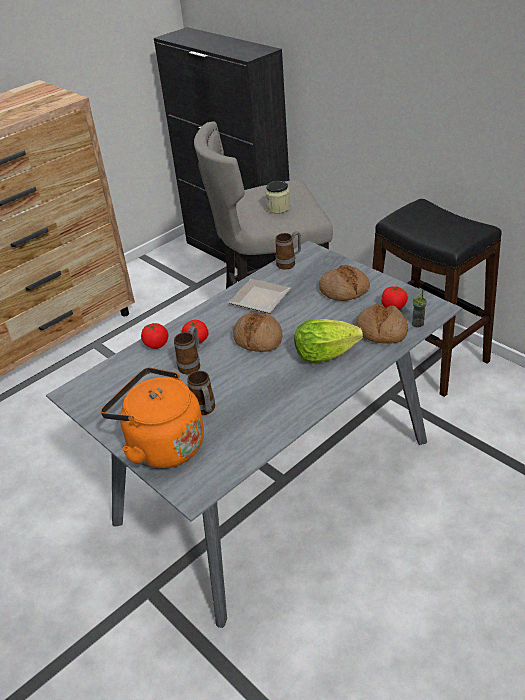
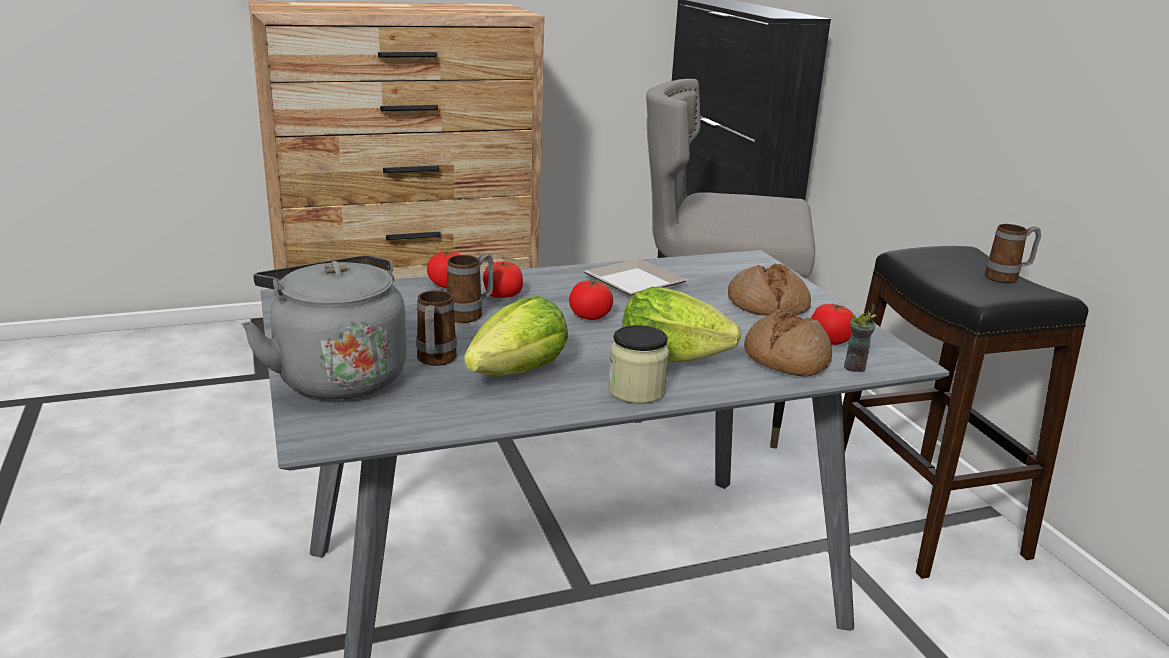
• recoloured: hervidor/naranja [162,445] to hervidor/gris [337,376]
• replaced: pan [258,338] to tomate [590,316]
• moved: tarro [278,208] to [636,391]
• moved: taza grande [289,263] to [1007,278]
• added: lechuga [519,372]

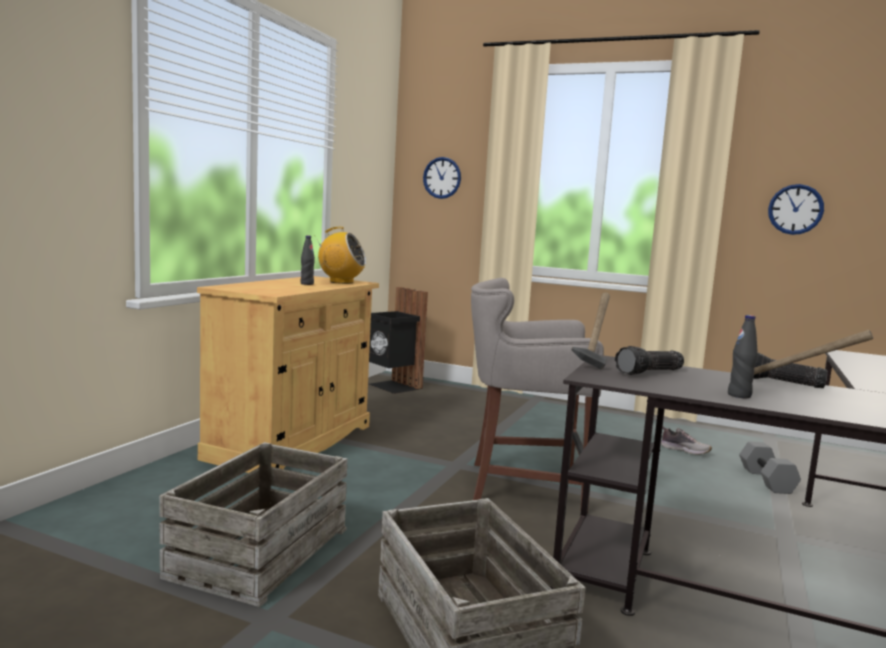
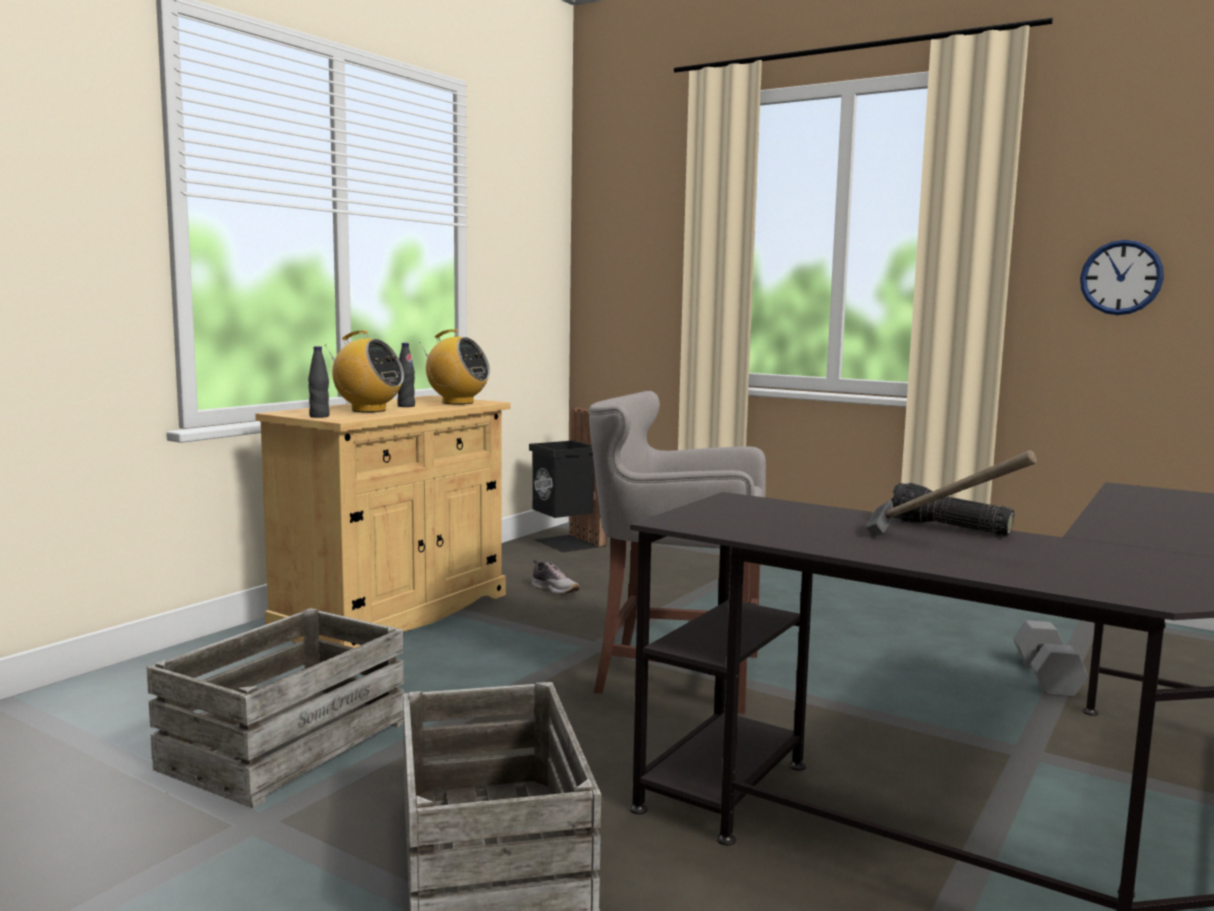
• removed: reloj de pared [442,178]
• removed: martillo [592,361]
• removed: linterna [650,372]
• moved: zapato [684,450] to [555,590]
• moved: botella/negro [739,395] to [319,416]
• added: radio [368,410]

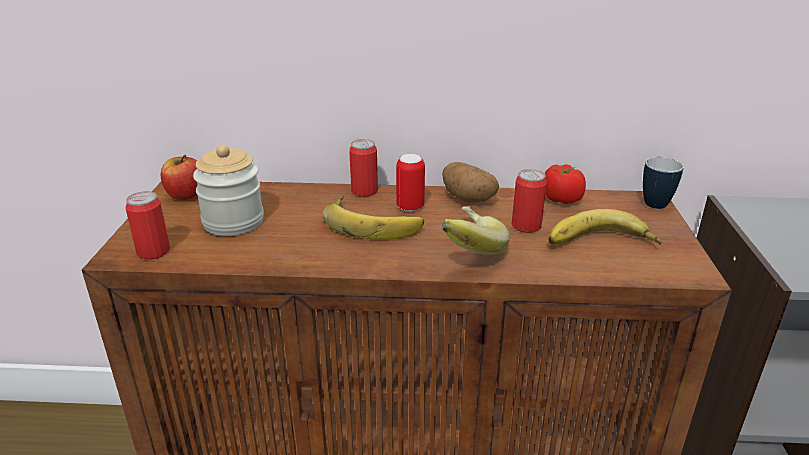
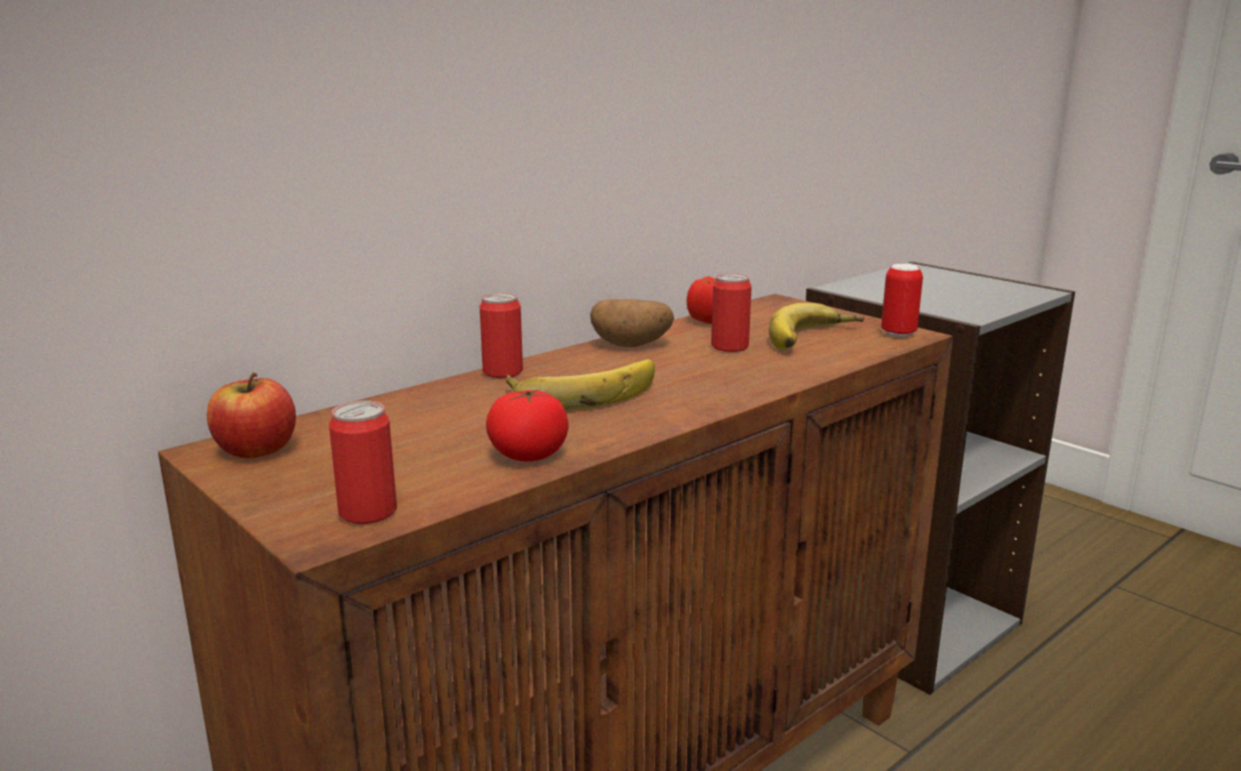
• removed: tarro [233,222]
• moved: lata [410,207] to [898,333]
• removed: plátano [466,250]
• removed: taza grande [653,201]
• added: tomate [528,455]

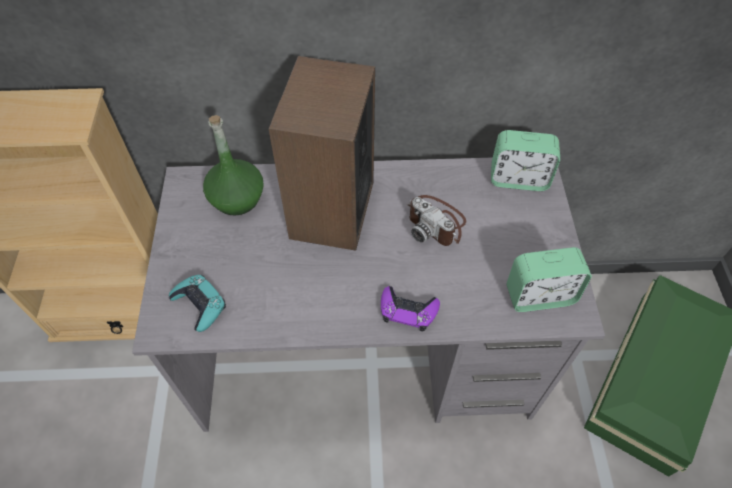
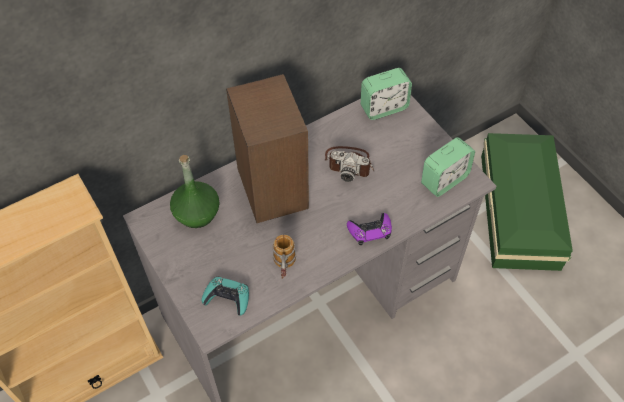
• added: taza grande [284,268]

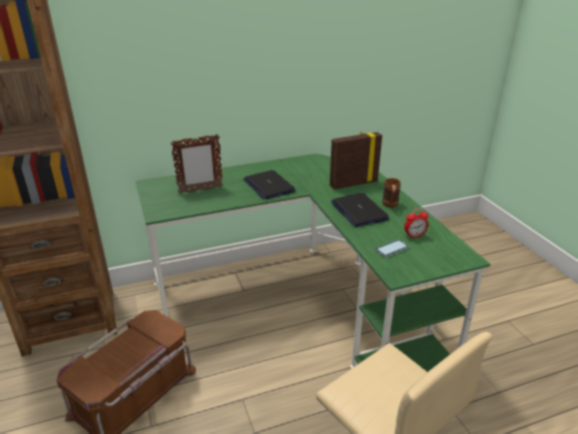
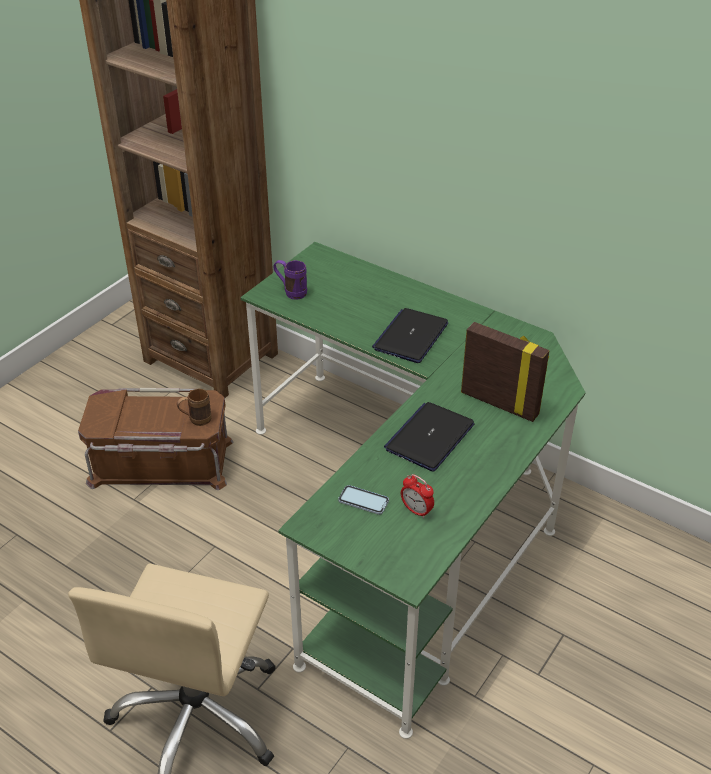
• removed: portarretratos [200,190]
• moved: taza grande/marrón [390,205] to [195,420]
• added: taza grande/morado [291,292]

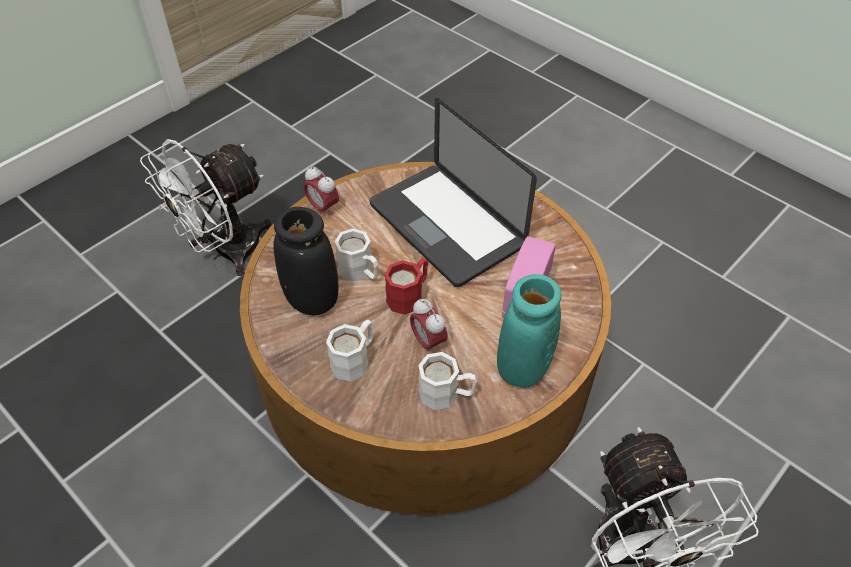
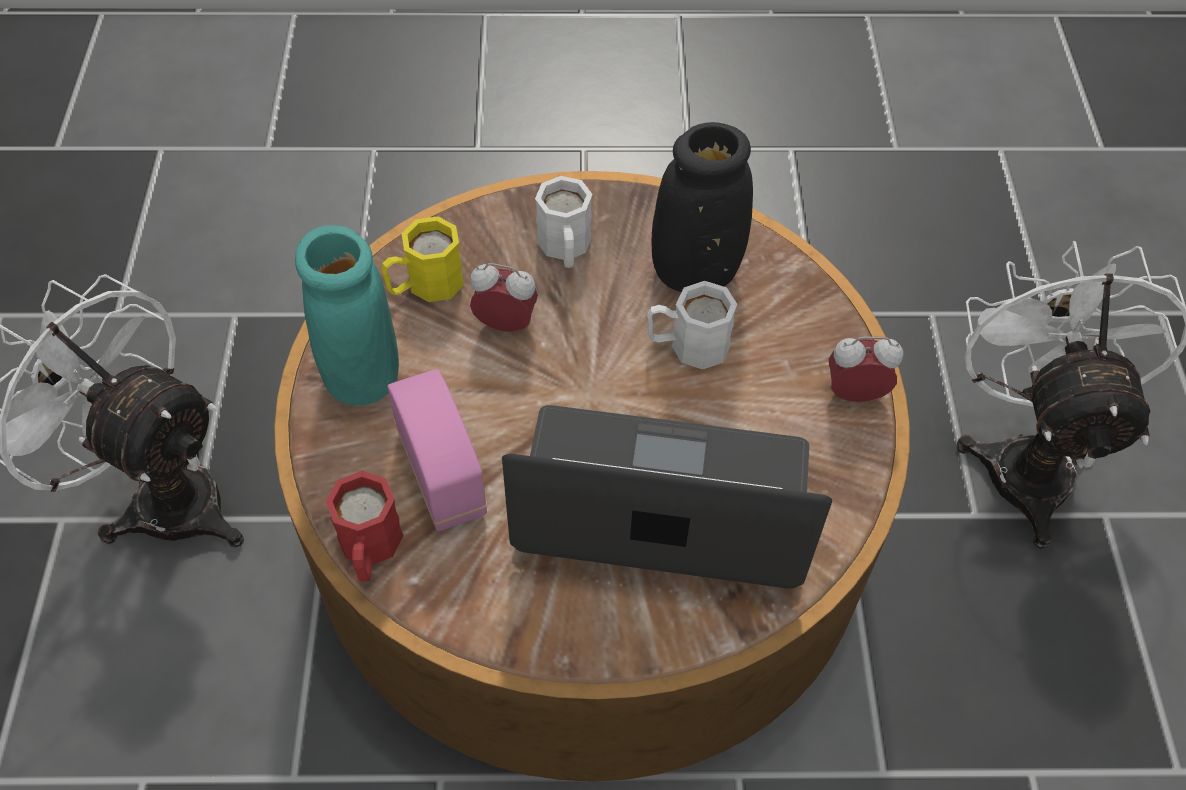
• moved: taza grande/rojo [409,295] to [369,550]
• recoloured: taza grande/blanco [446,394] to taza grande/amarillo [425,285]

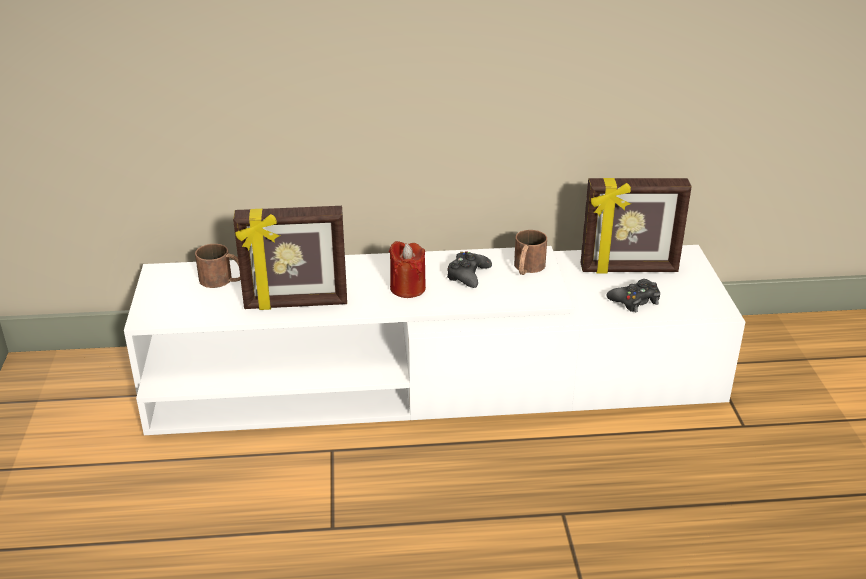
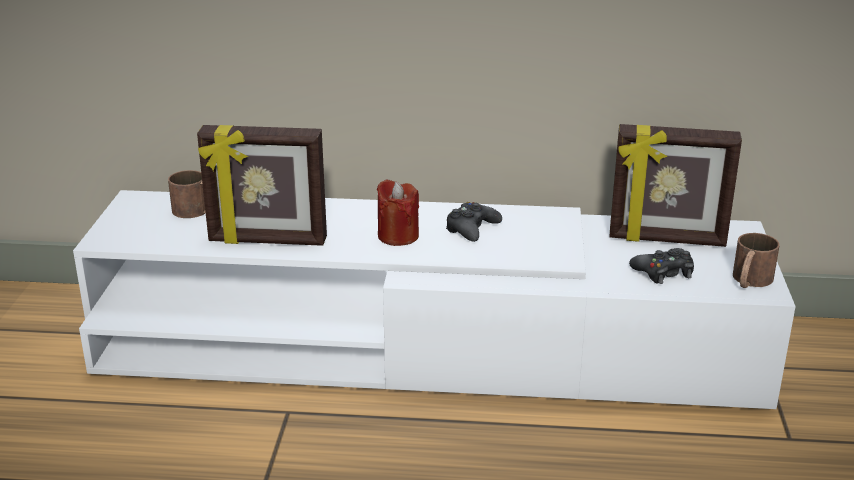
• moved: taza grande/marrón [527,268] to [749,281]

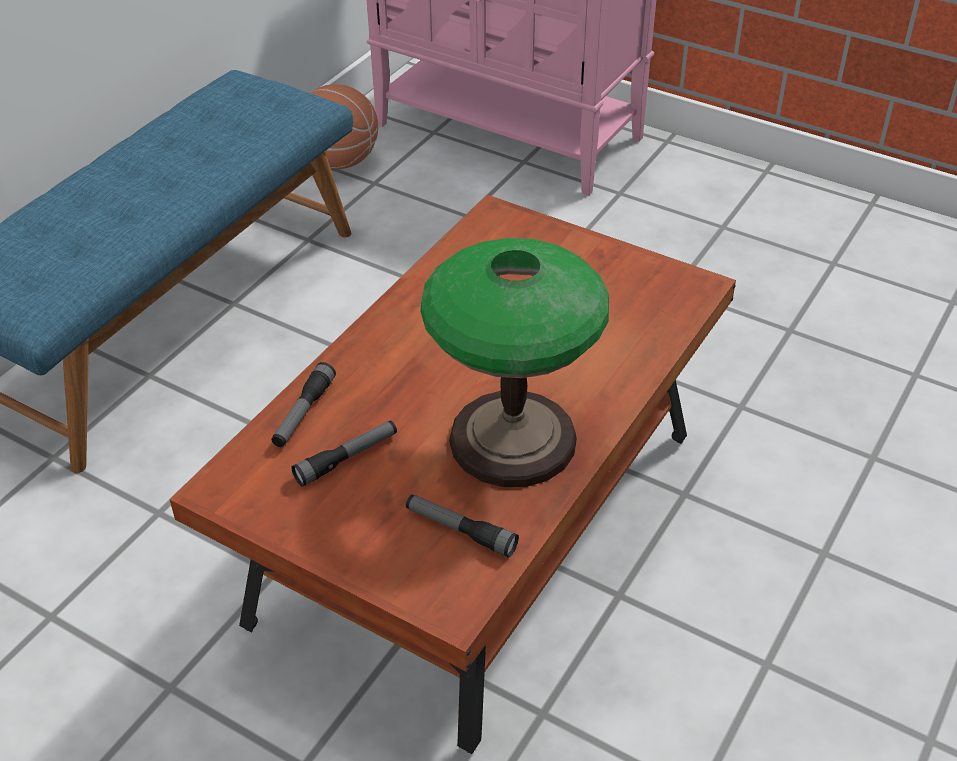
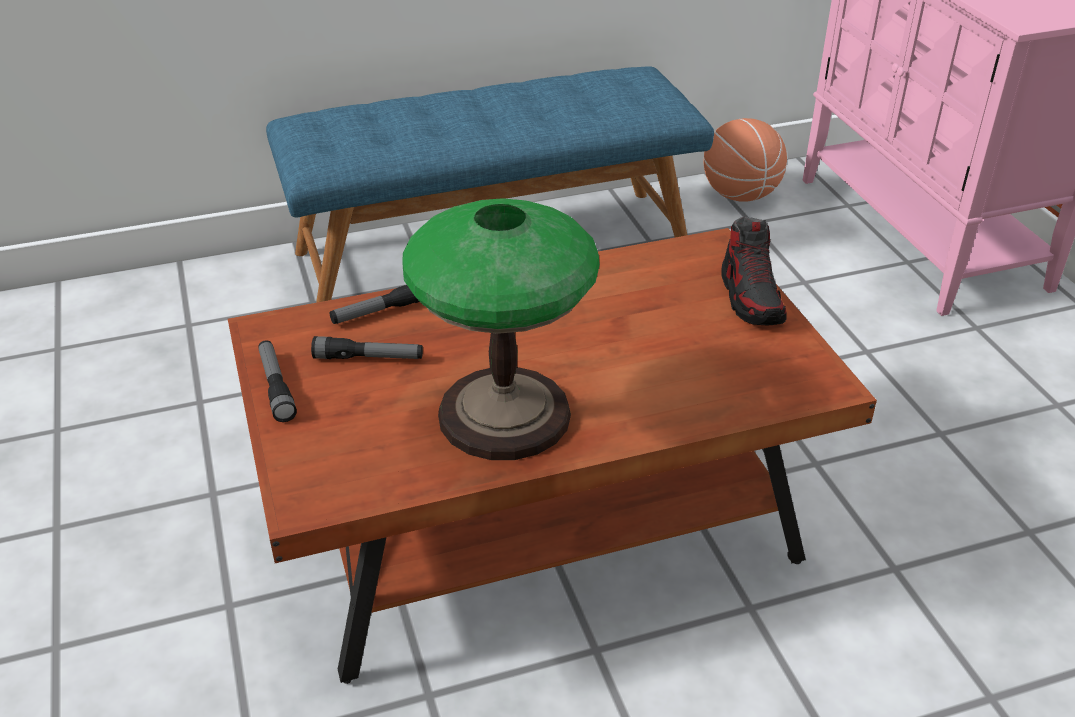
• moved: linterna [460,531] to [276,387]
• added: zapato [751,297]

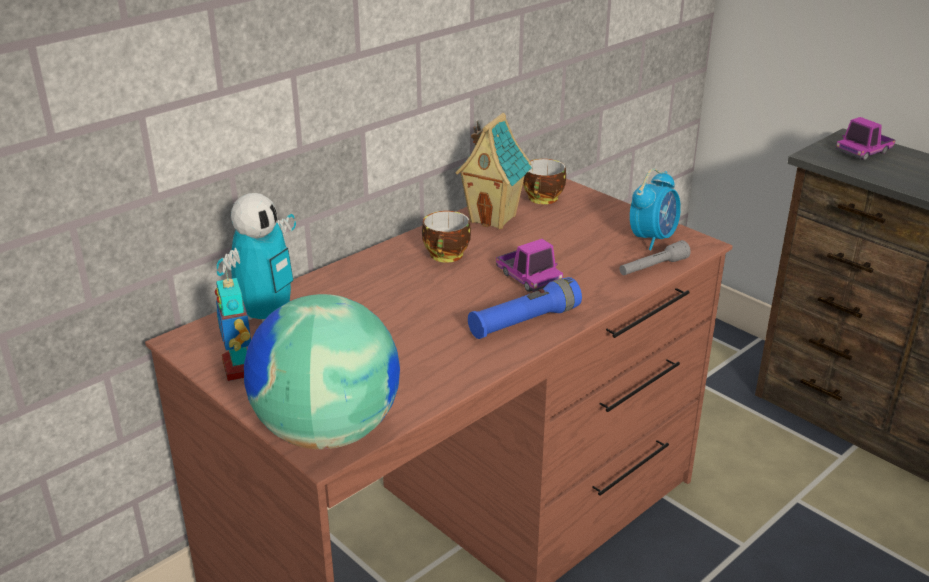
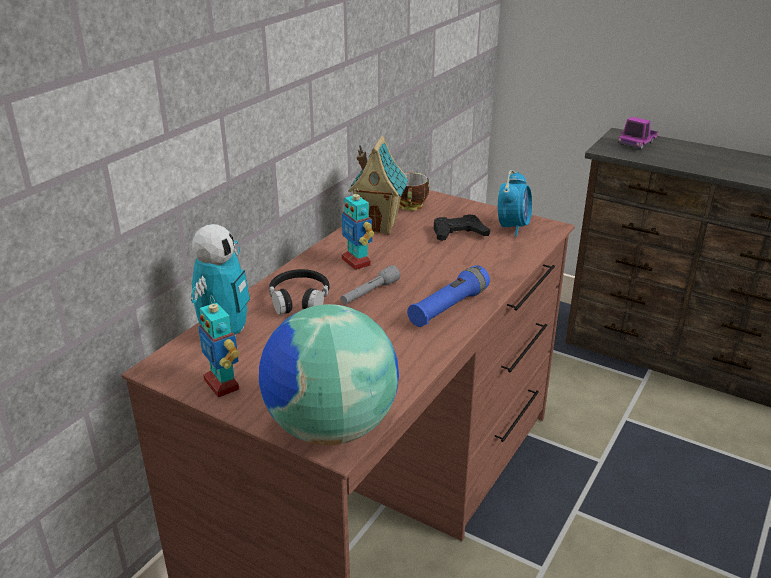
• replaced: taza [447,256] to robot de juguete [356,262]
• removed: camión de juguete [528,278]
• moved: linterna/gris [653,268] to [369,293]
• added: auriculares/negro [299,300]
• added: mando de consola/negro [458,233]

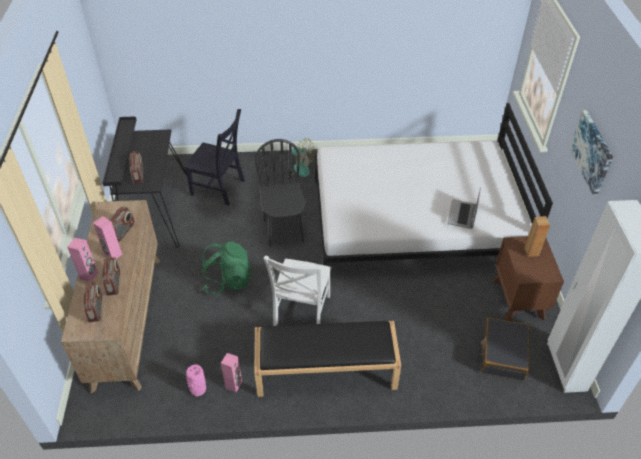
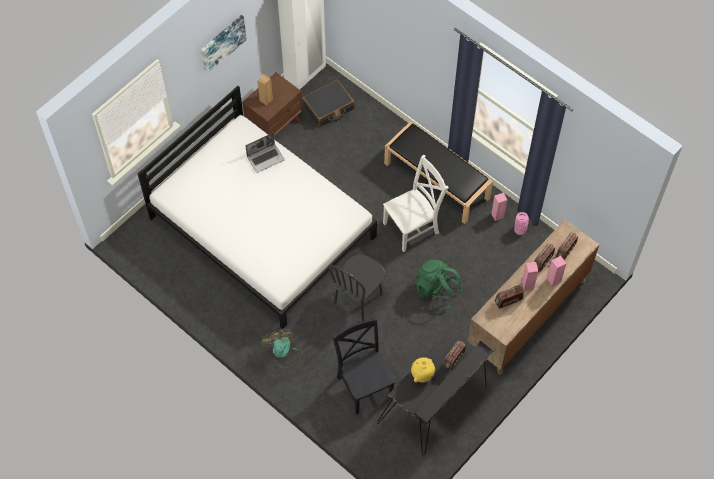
• added: florero/amarillo [422,375]

